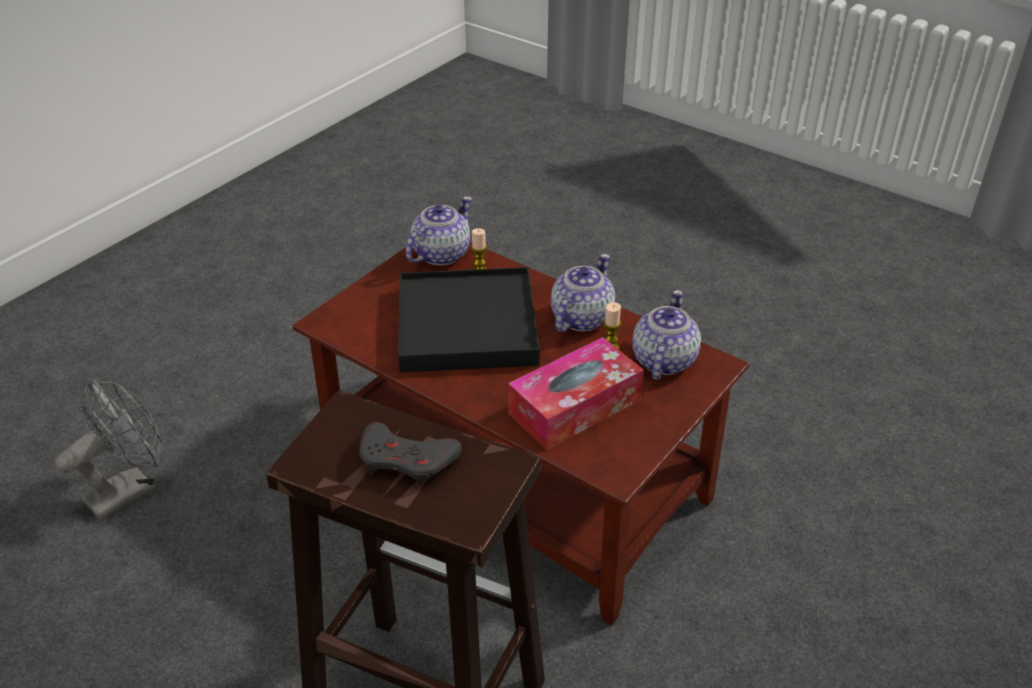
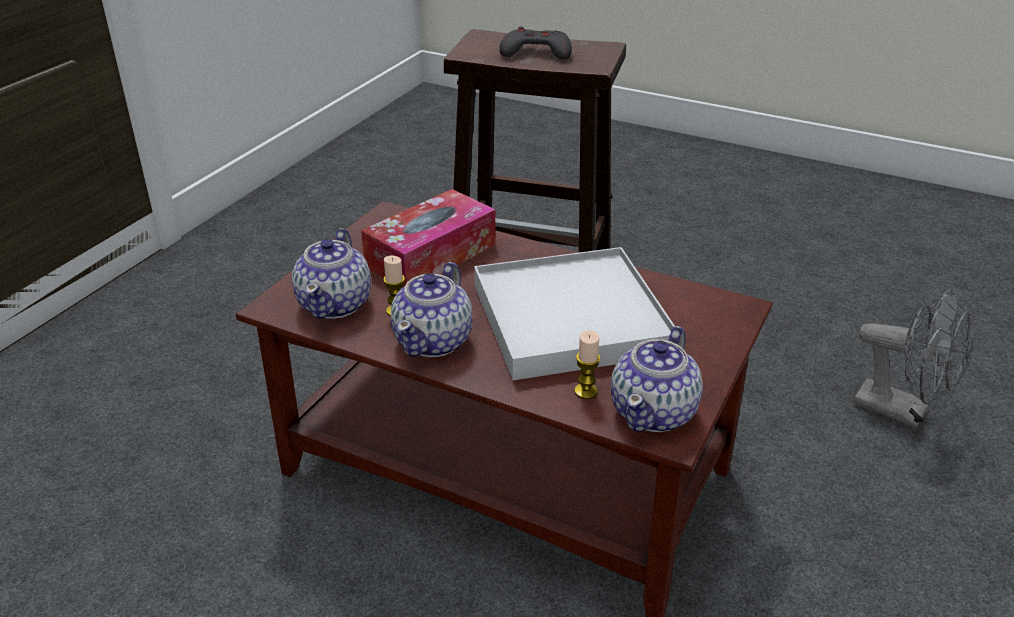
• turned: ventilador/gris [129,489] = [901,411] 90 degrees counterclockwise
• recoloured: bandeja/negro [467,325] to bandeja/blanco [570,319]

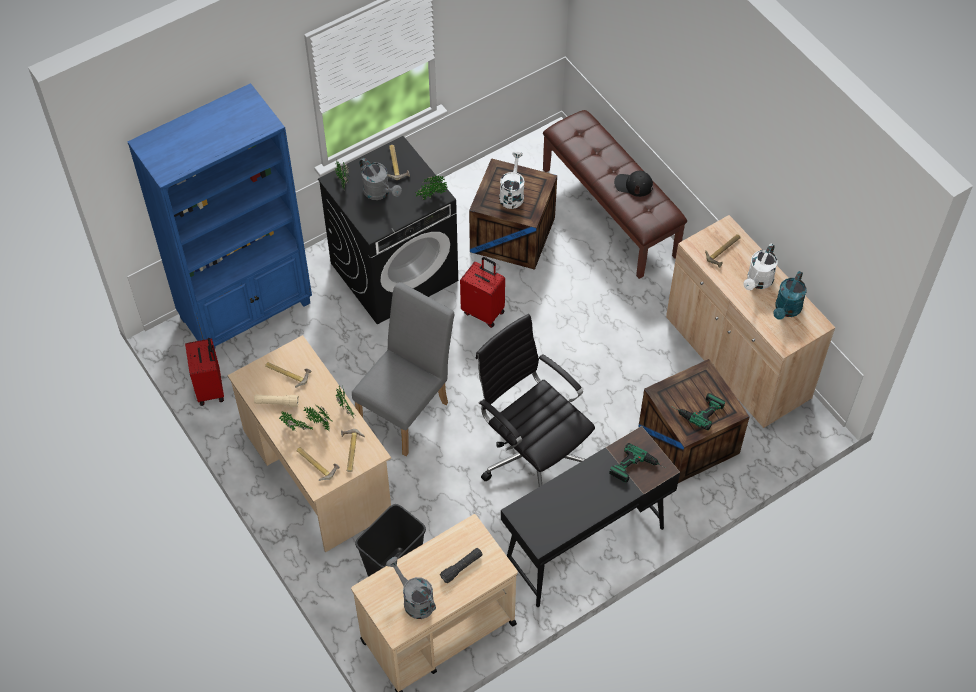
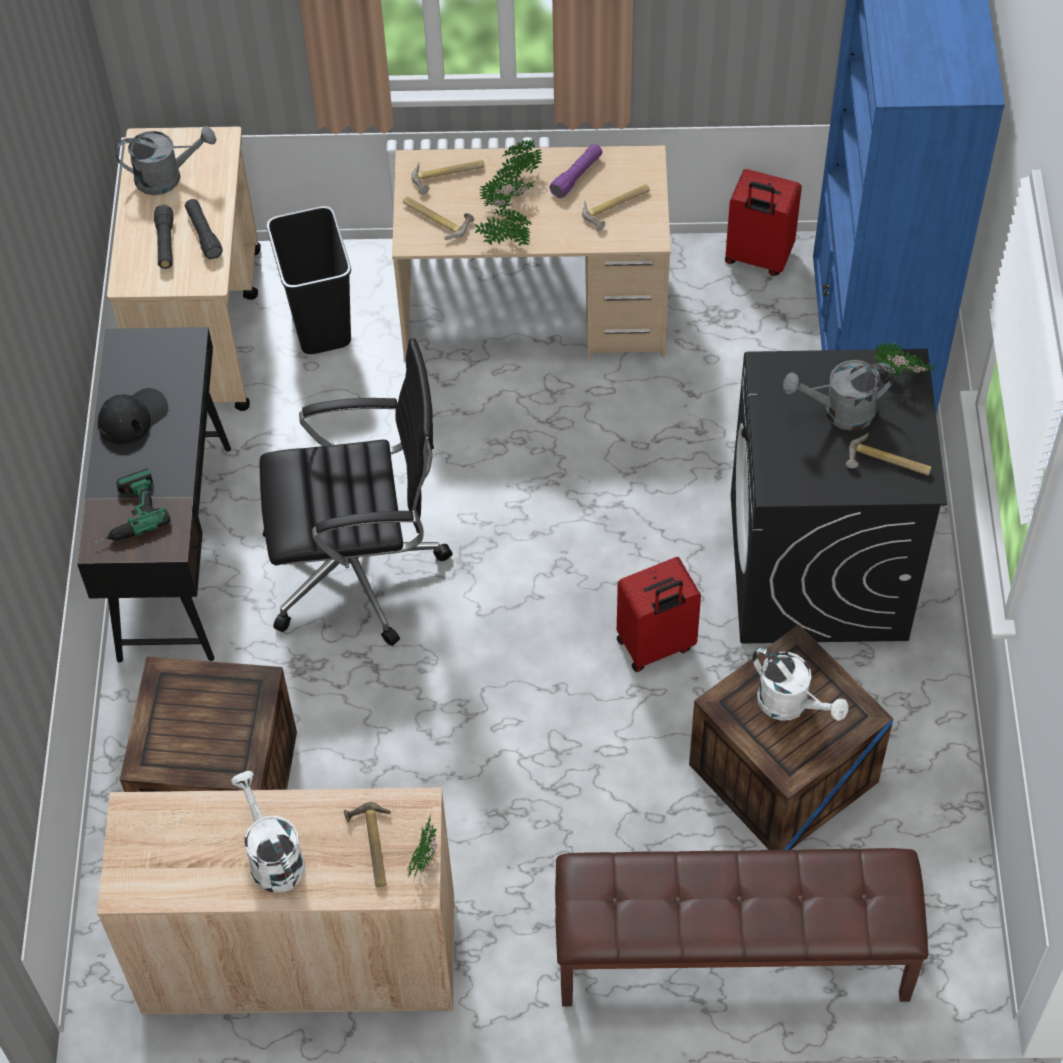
• recoloured: linterna/beis [277,403] to linterna/morado [576,176]
• removed: silla/gris [408,410]
• moved: planta en maceta [431,196] to [425,857]
• moved: gorra/negro [633,185] to [133,417]
• removed: taladro [697,409]
• removed: regadera/turquesa [786,310]
• added: linterna/negro [204,234]

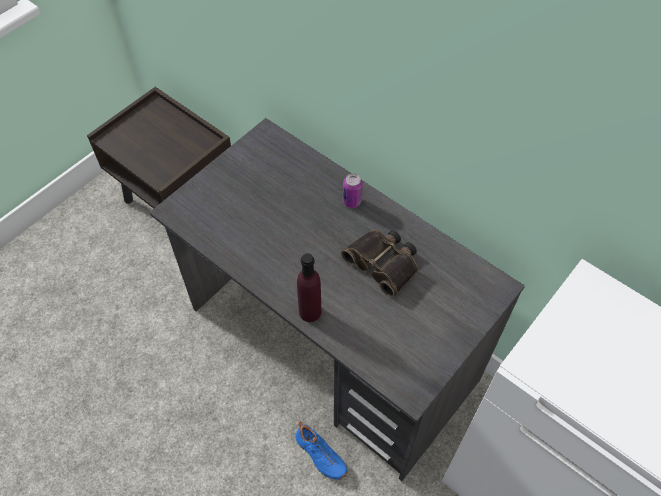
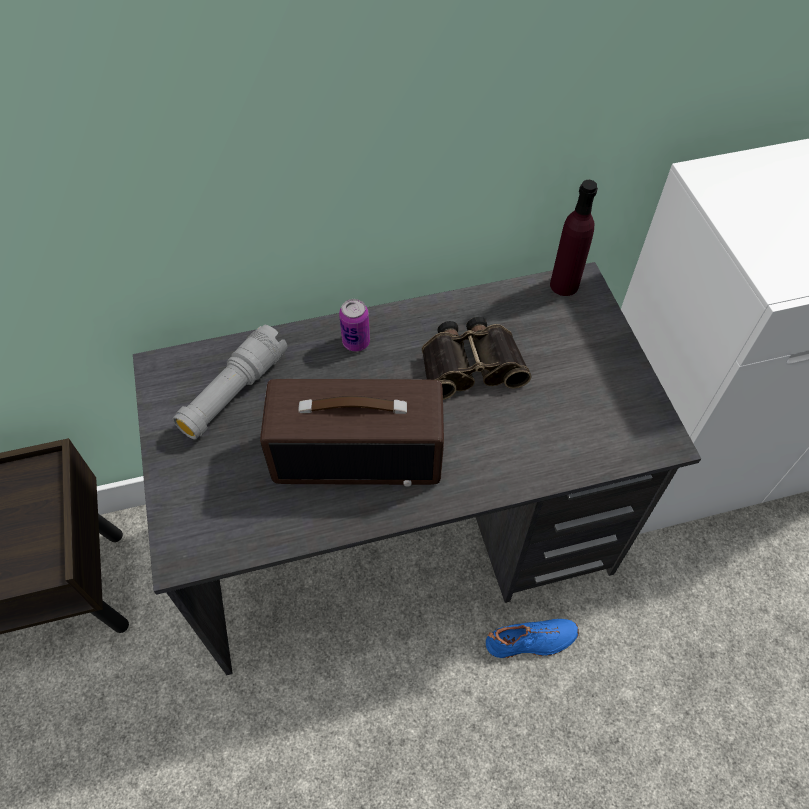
• moved: botella/morado [310,312] to [564,285]
• added: linterna/gris [234,392]
• added: radio [359,453]

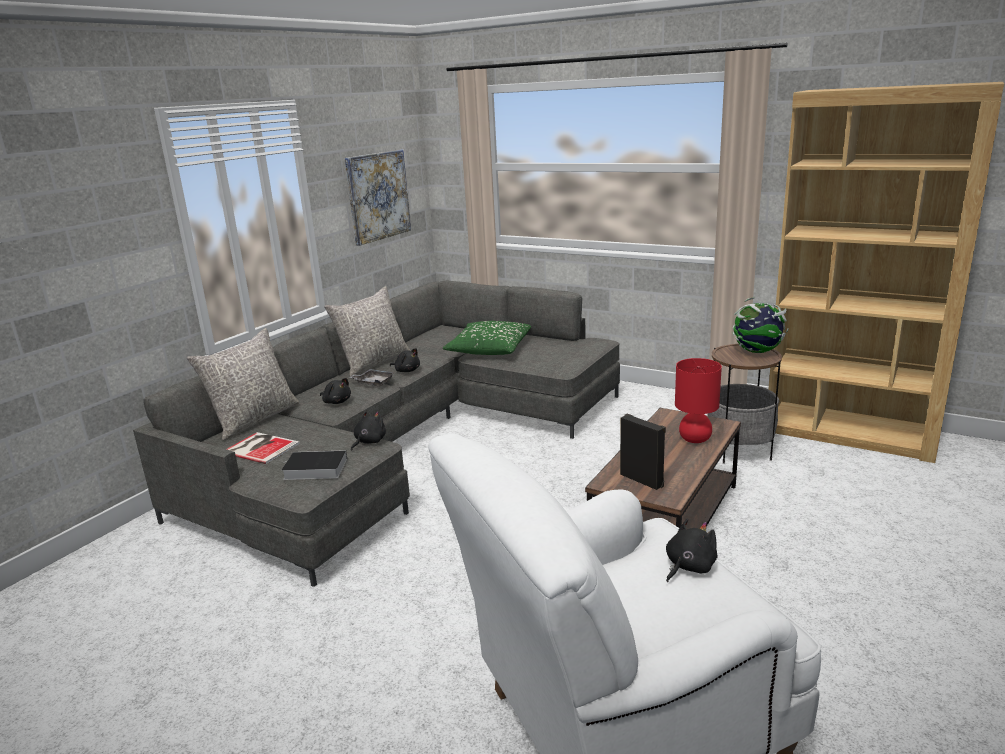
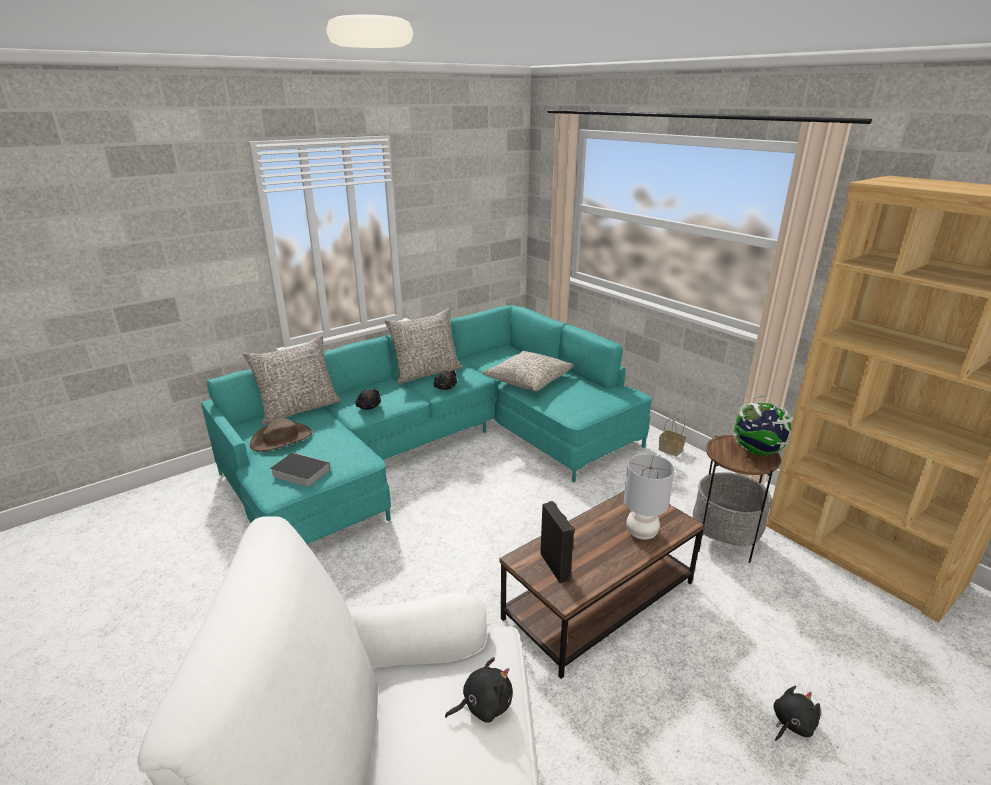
• recoloured: sofá/gris [406,441] to sofá/turquesa [436,446]
• replaced: libro [261,447] to sombrero/marrón [281,438]
• removed: cuadro [378,196]
• removed: bandeja/gris [373,382]
• moved: peluche/negro [369,442] to [791,724]
• recoloured: cojín/verde [489,349] to cojín/gris [528,380]
• recoloured: lámpara de mesa/rojo [695,439] to lámpara de mesa/gris [642,533]
• added: cesta [671,450]

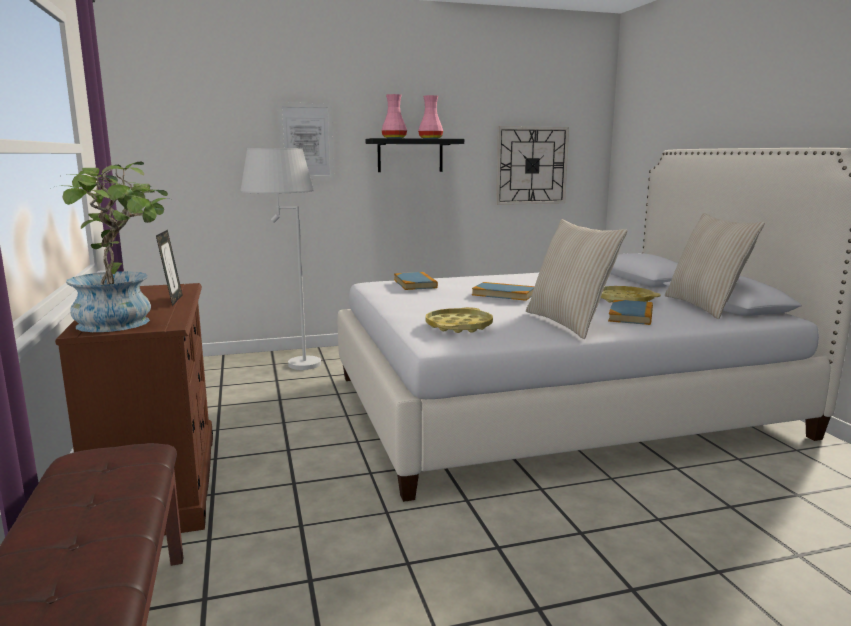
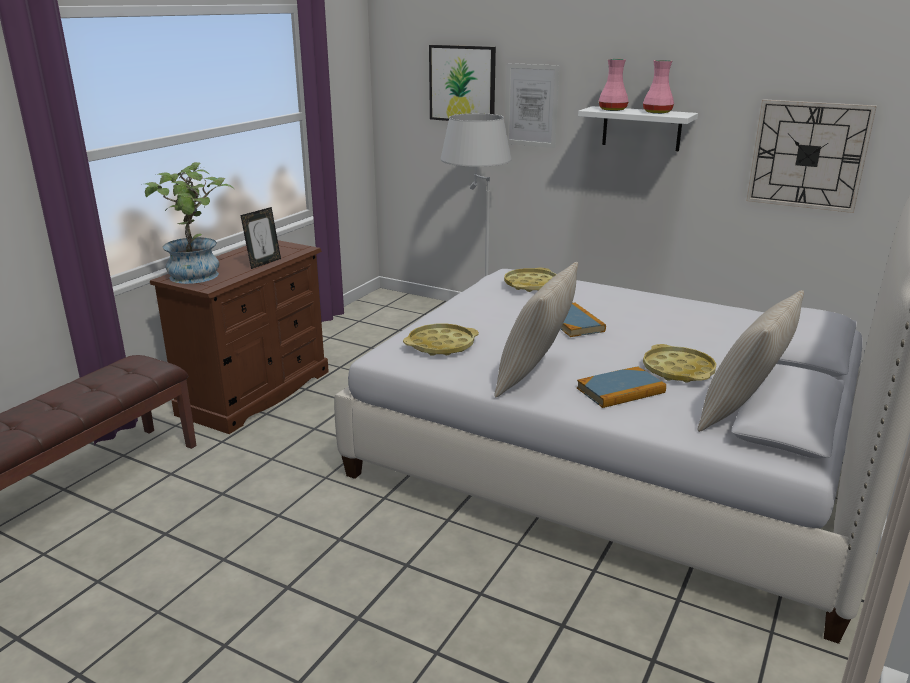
• recoloured: estante/negro [410,155] to estante/blanco [641,128]
• replaced: libro [415,283] to bandeja/amarillo [531,285]
• added: cuadro [462,84]

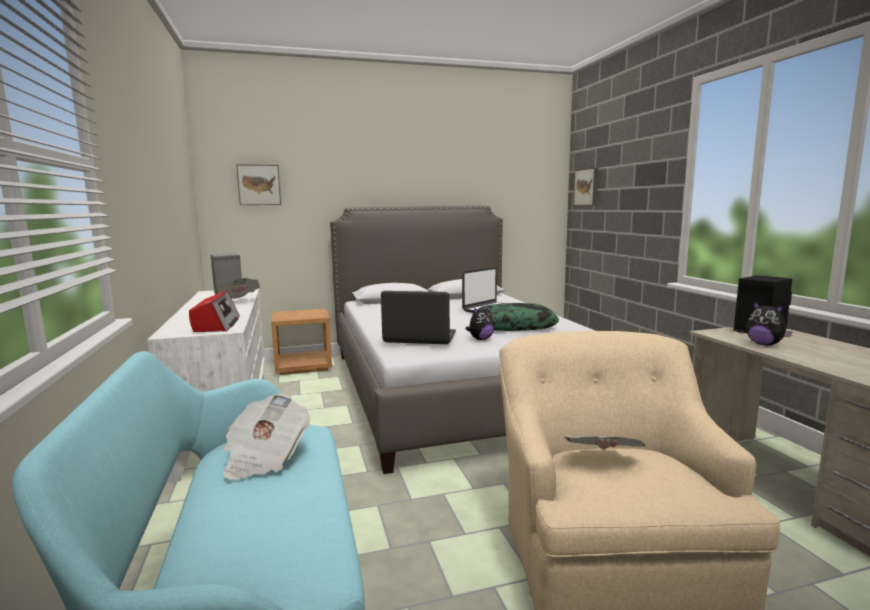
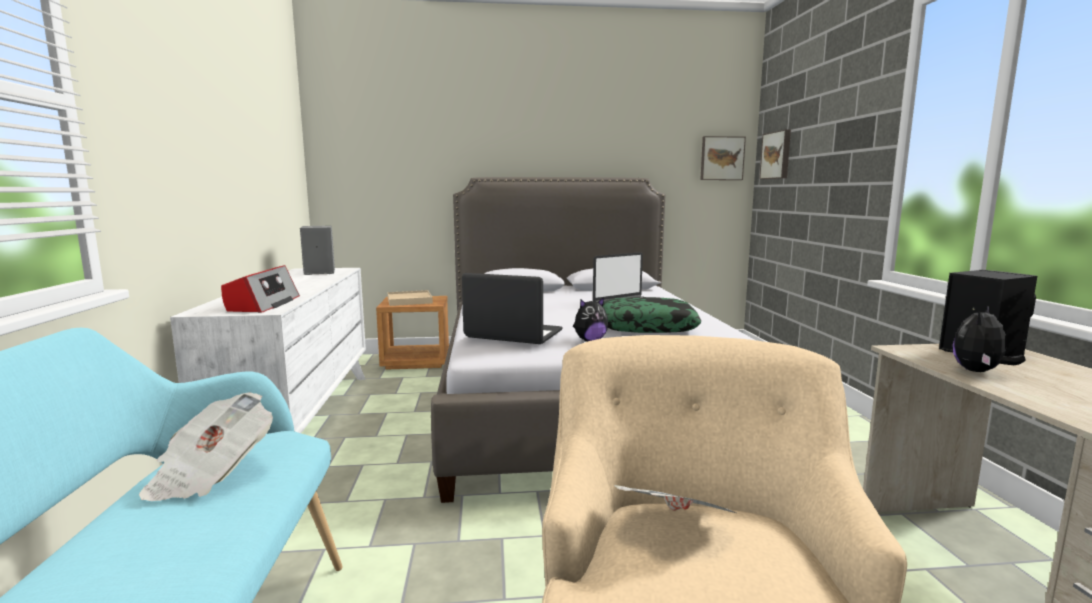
• removed: periódico [238,301]
• moved: cuadro [259,185] to [721,158]
• turned: peluche [764,344] = [979,372] 75 degrees clockwise
• added: bandeja/beis [409,300]

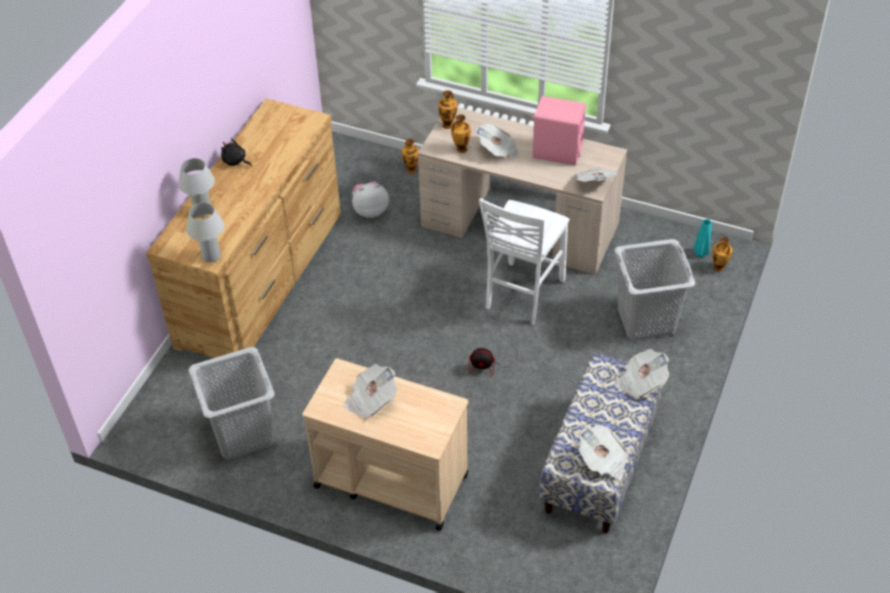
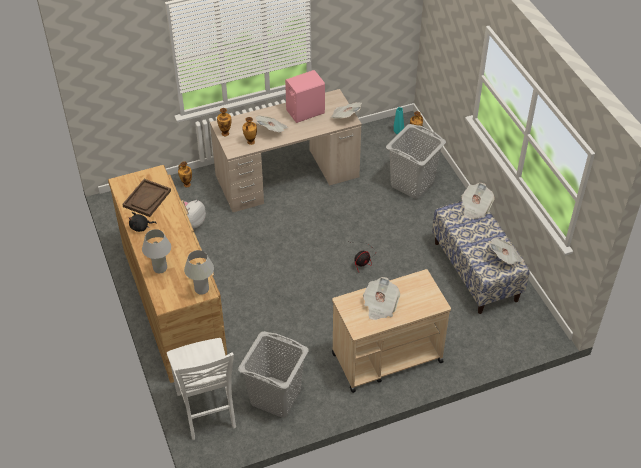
• moved: silla/blanco [522,294] to [207,411]
• added: bandeja/marrón [147,199]

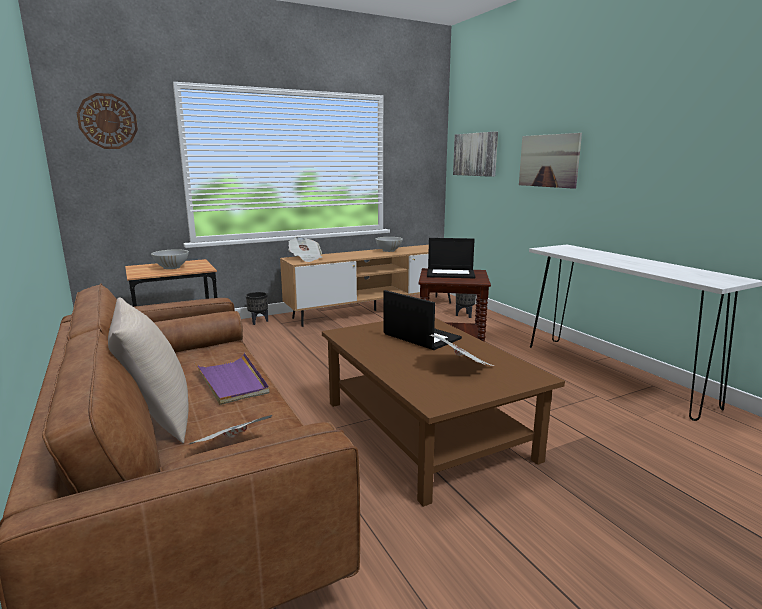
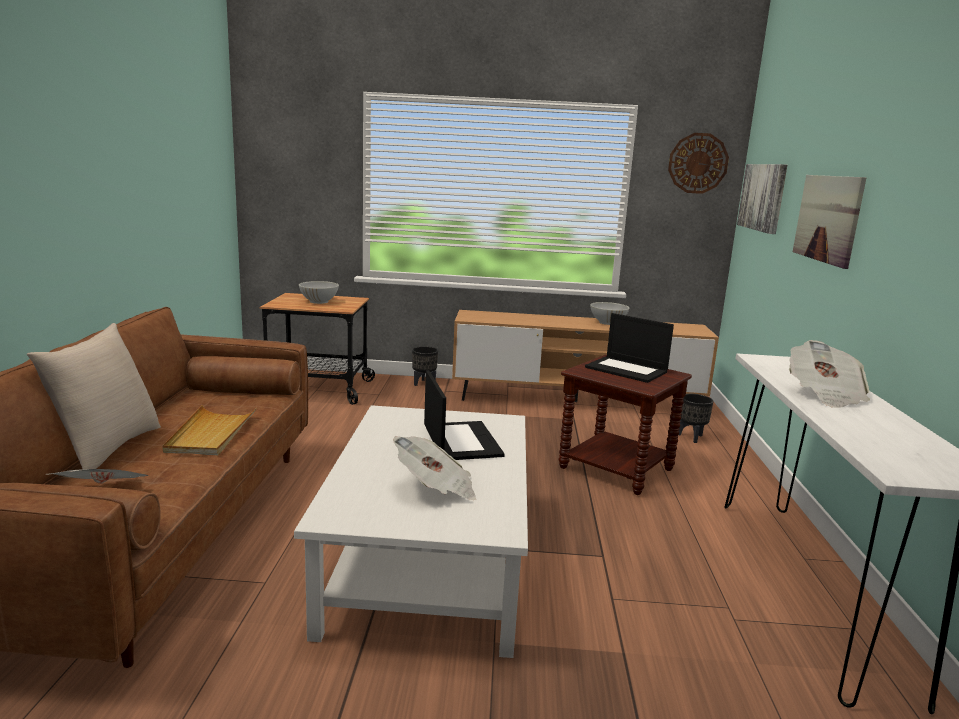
• moved: reloj de pared [107,121] to [698,163]
• recoloured: bandeja/morado [232,381] to bandeja/beis [211,434]
• moved: periódico [305,258] to [824,395]
• recoloured: mesa de centro/marrón [424,430] to mesa de centro/blanco [427,562]

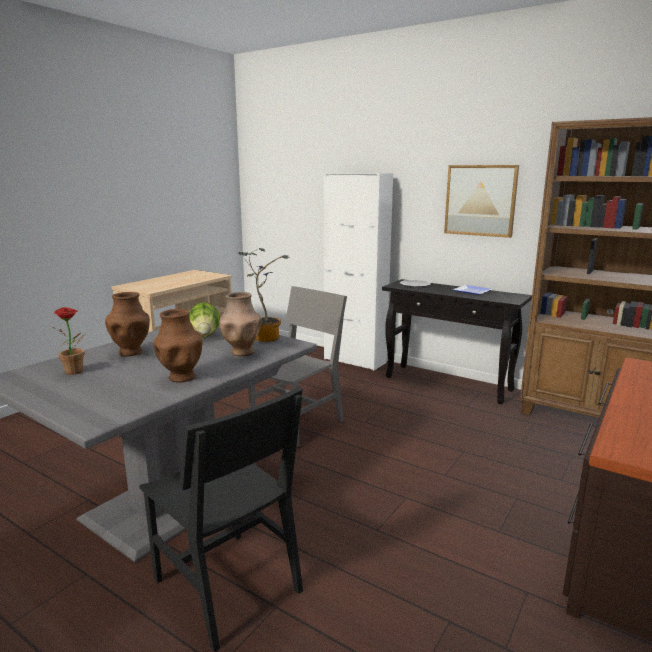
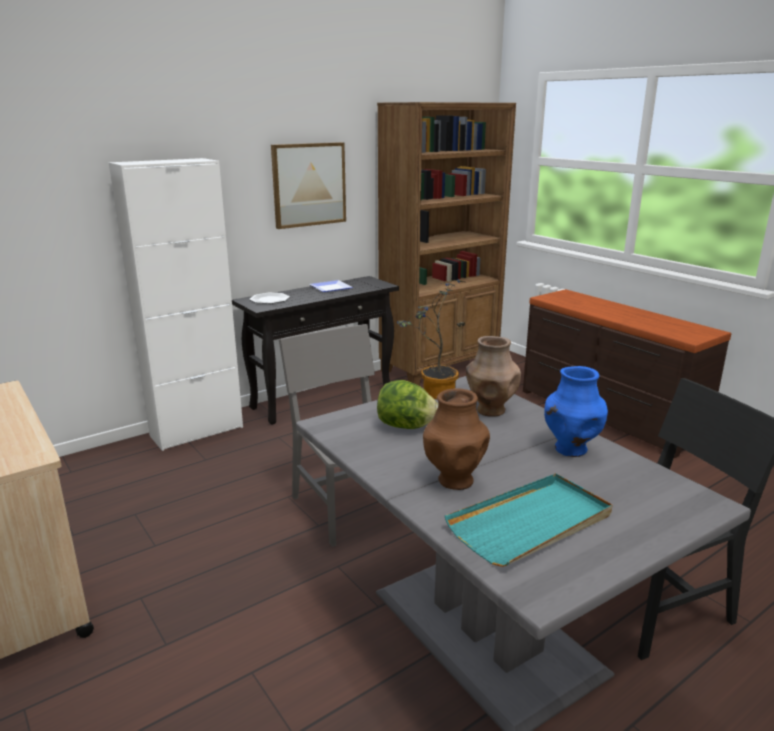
• replaced: planta en maceta [76,372] to bandeja/turquesa [531,523]
• recoloured: florero/marrón [181,377] to florero/azul [570,449]

